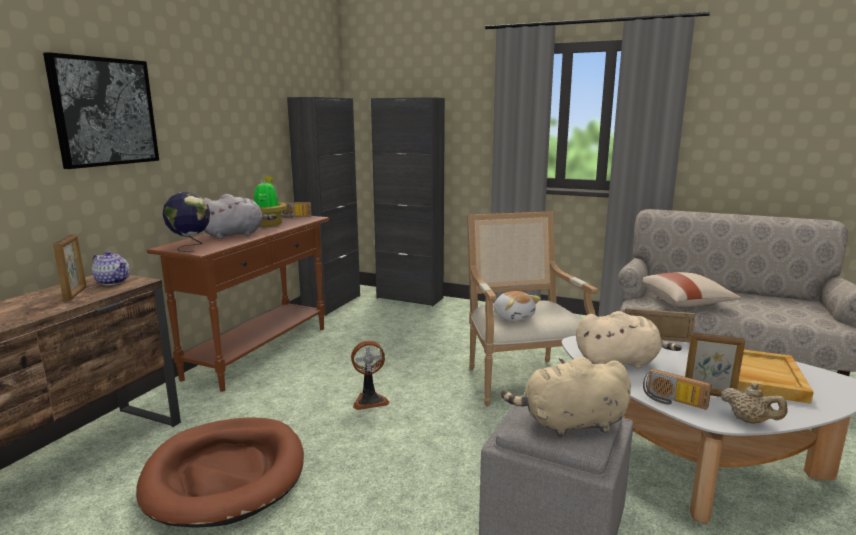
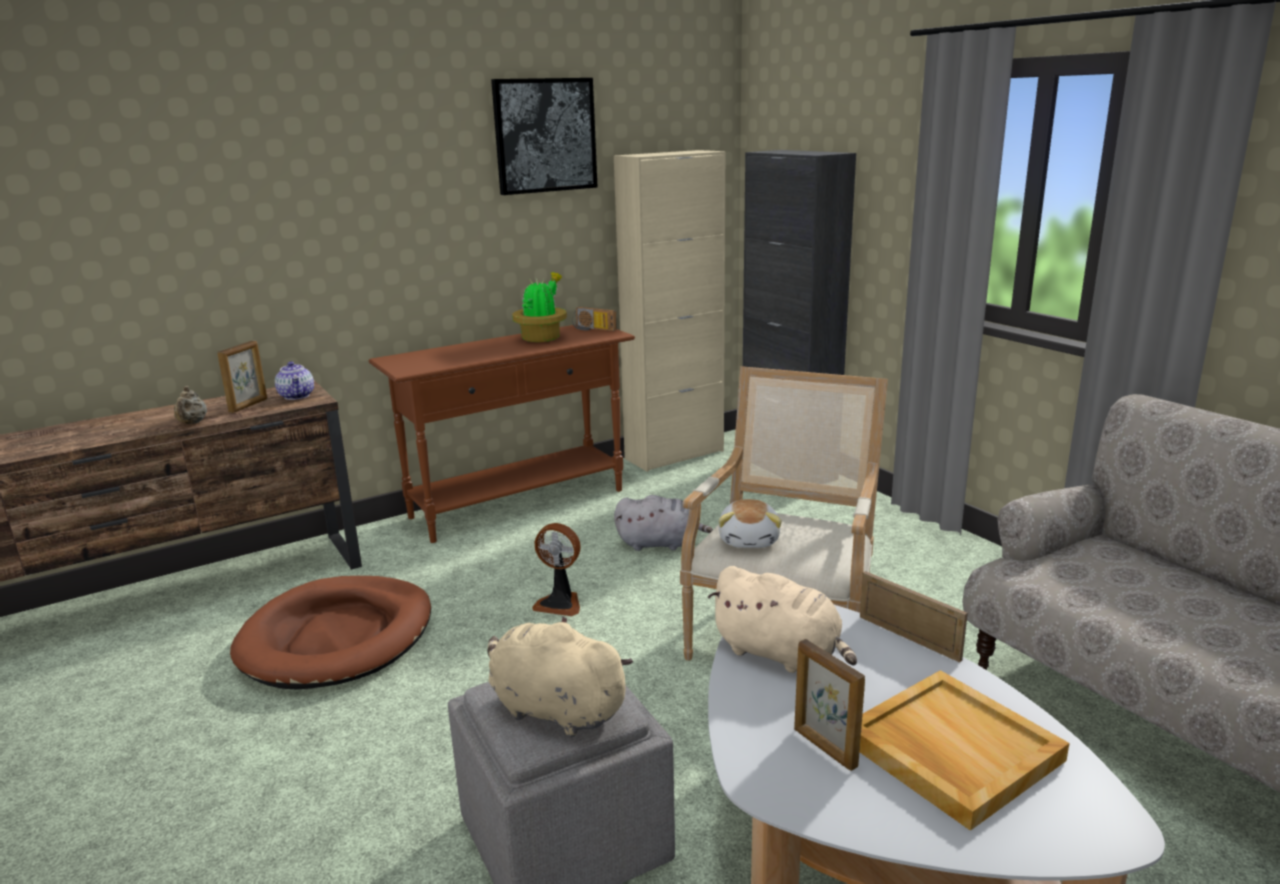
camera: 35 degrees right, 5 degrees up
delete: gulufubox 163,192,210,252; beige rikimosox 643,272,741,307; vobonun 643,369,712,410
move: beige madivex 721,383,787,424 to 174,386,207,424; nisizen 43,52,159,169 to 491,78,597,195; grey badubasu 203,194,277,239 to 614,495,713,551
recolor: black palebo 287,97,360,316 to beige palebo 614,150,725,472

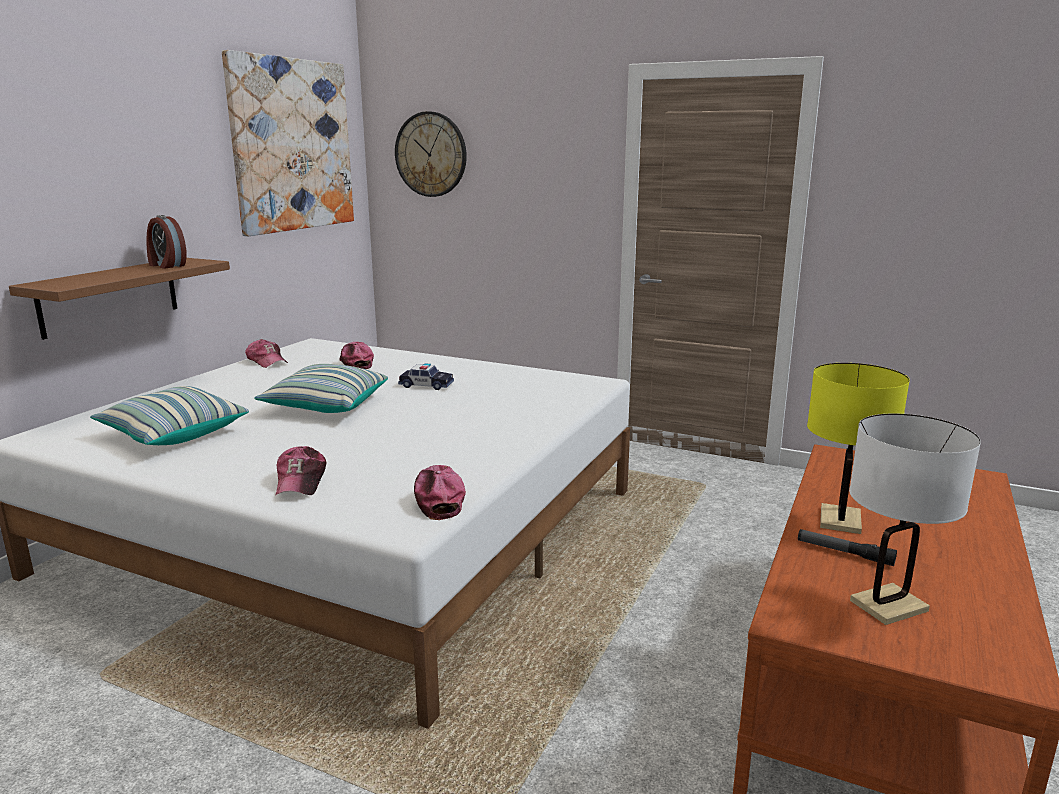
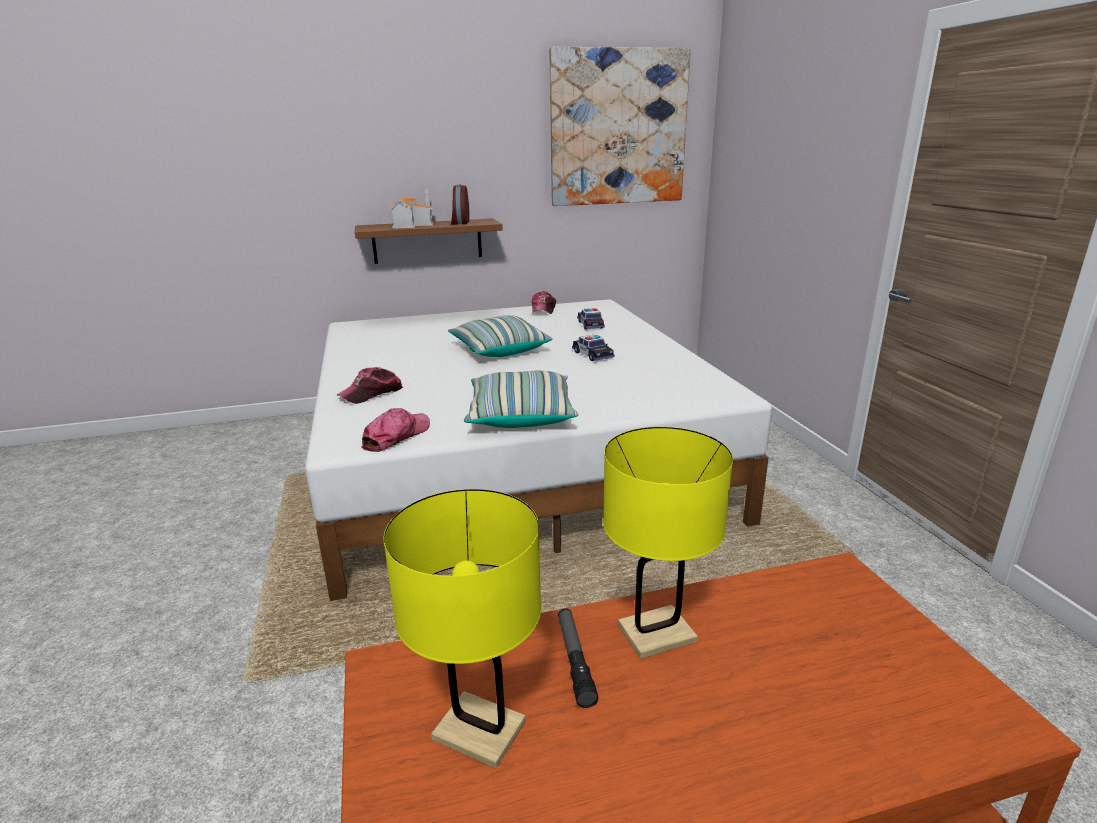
camera: 50 degrees right, 5 degrees up
delete: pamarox 395,111,467,197
insert: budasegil 388,189,434,229
move: rikimosox 90,386,249,445 to 464,371,578,428
replace: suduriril 339,342,374,369 to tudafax 577,308,605,329
recolor: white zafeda 849,413,981,625 to yellow zafeda 384,489,542,768

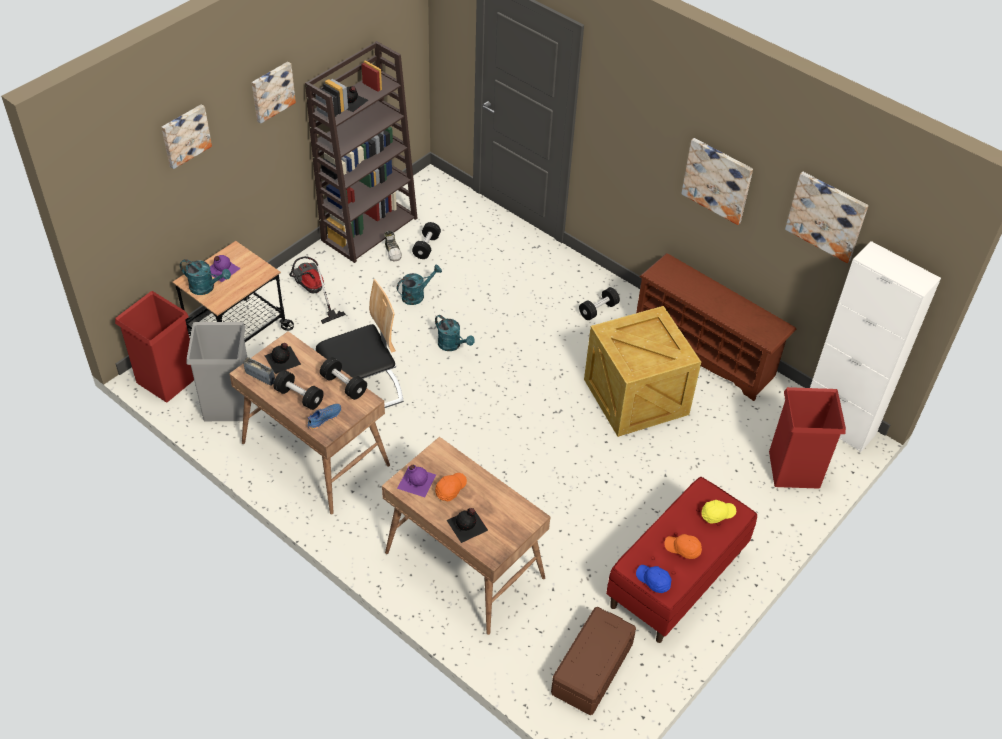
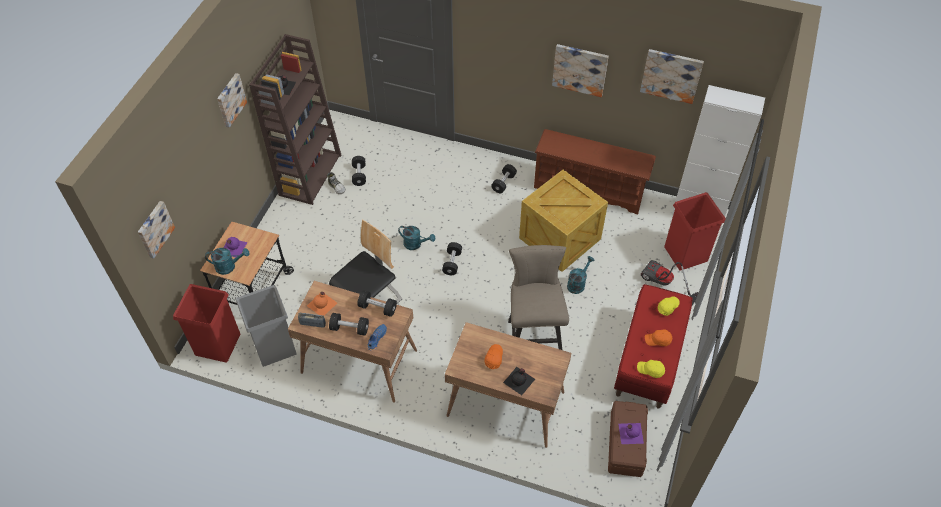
camera: 20 degrees left, 5 degrees up
insert: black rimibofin 442,242,462,275; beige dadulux 508,245,569,350
move: nisizen 162,104,212,169 to 138,201,175,259; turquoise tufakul 397,265,442,305 to 567,256,595,294; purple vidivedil 397,465,436,497 to 618,423,644,444; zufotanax 289,256,346,324 to 641,260,699,305
recolor: black vidivedil 264,343,301,374 to orange vidivedil 307,292,337,316; blue suduriril 636,565,671,593 to yellow suduriril 637,360,665,378

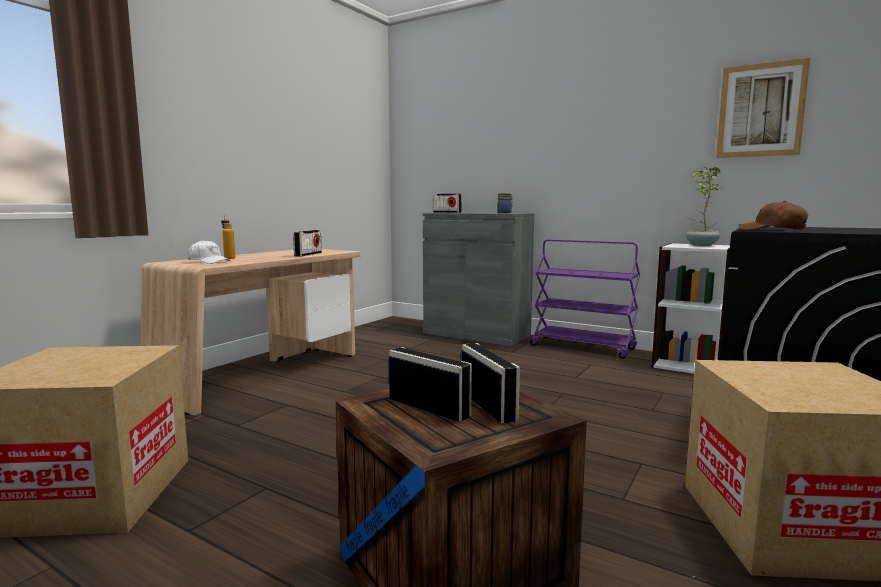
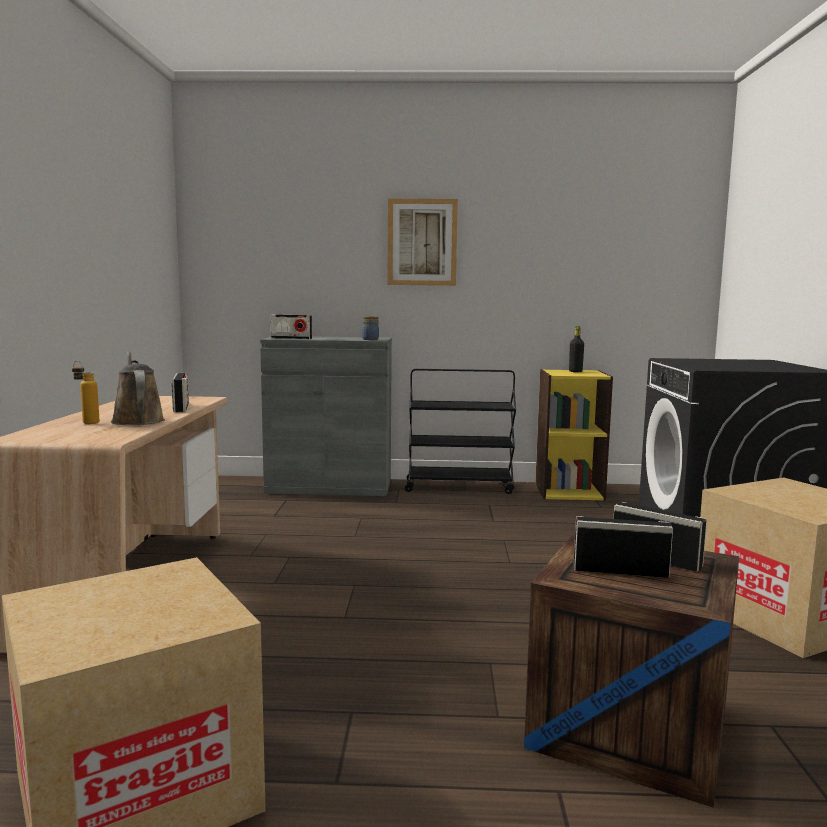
camera: 30 degrees left, 0 degrees up
delete: white suduriril 188,240,231,264; brown suduriril 738,201,808,230
insert: brown tufakul 111,352,165,425
move: nisizen 716,58,810,158 to 387,199,458,286
replace: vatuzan 686,167,721,246 to black vidivedil 569,326,584,372
recolor: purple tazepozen 530,239,640,359 to black tazepozen 405,369,516,494; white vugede 652,243,730,374 to yellow vugede 535,369,613,501

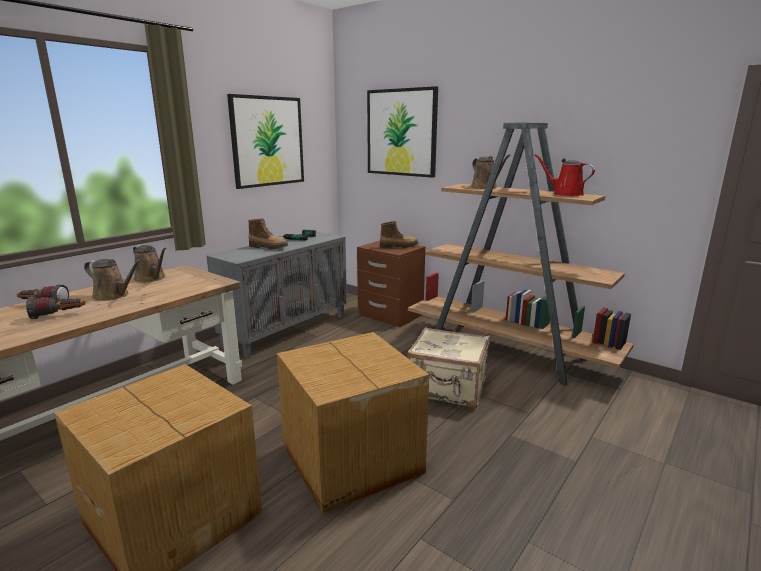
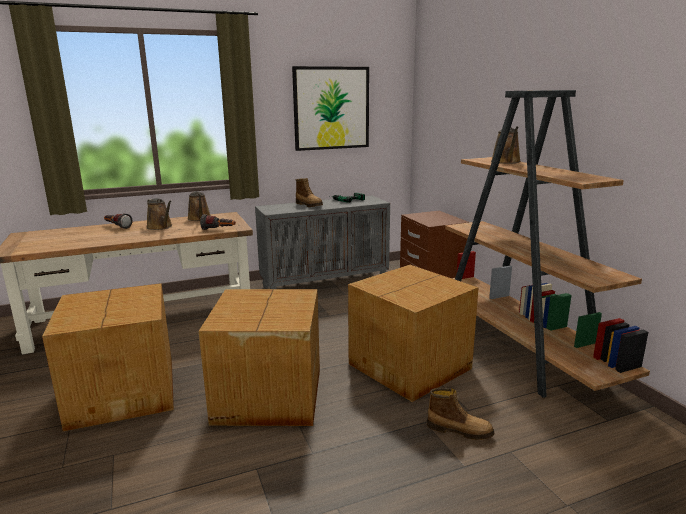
camera: 30 degrees right, 0 degrees up
delete: nisizen 367,86,438,178; red tufakul 534,154,595,196
move: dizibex 26,297,86,319 to 200,214,236,230; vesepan 380,221,419,248 to 427,387,494,440
replace: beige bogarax 408,327,490,408 to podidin 348,265,479,402

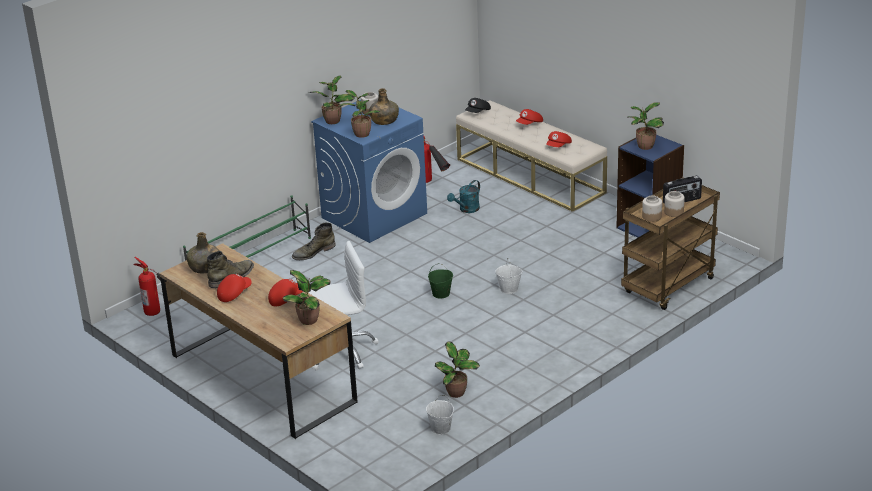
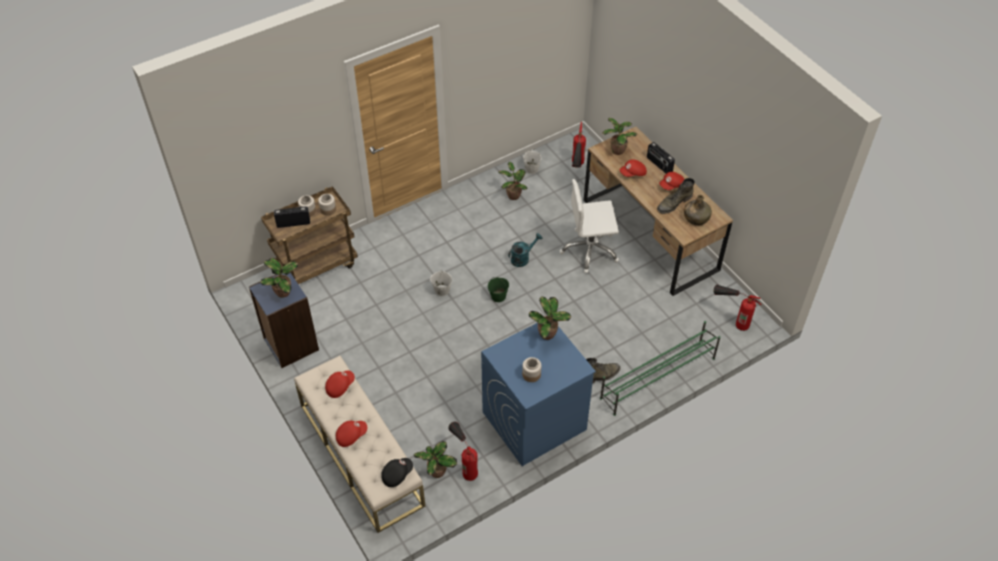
camera: 170 degrees left, 20 degrees up
delete: green vidivedil 369,88,399,125
insert: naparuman 572,122,586,168; vobonun 647,142,675,174
move: vatuzan 309,76,354,124 to 414,441,457,478; turquoise tufakul 447,180,480,213 to 508,233,542,267

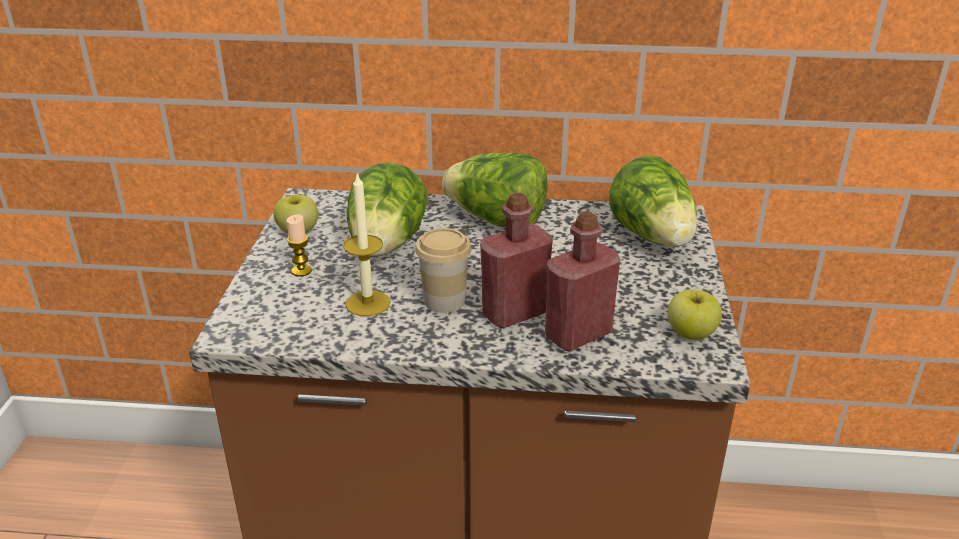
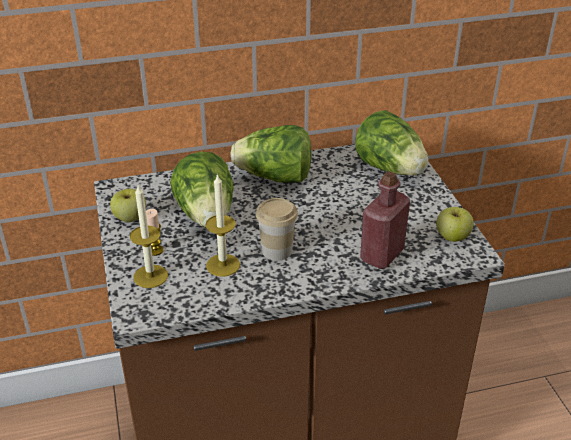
camera: 20 degrees left, 5 degrees up
delete: red vidivedil 480,193,553,328
insert: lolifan 130,185,168,288

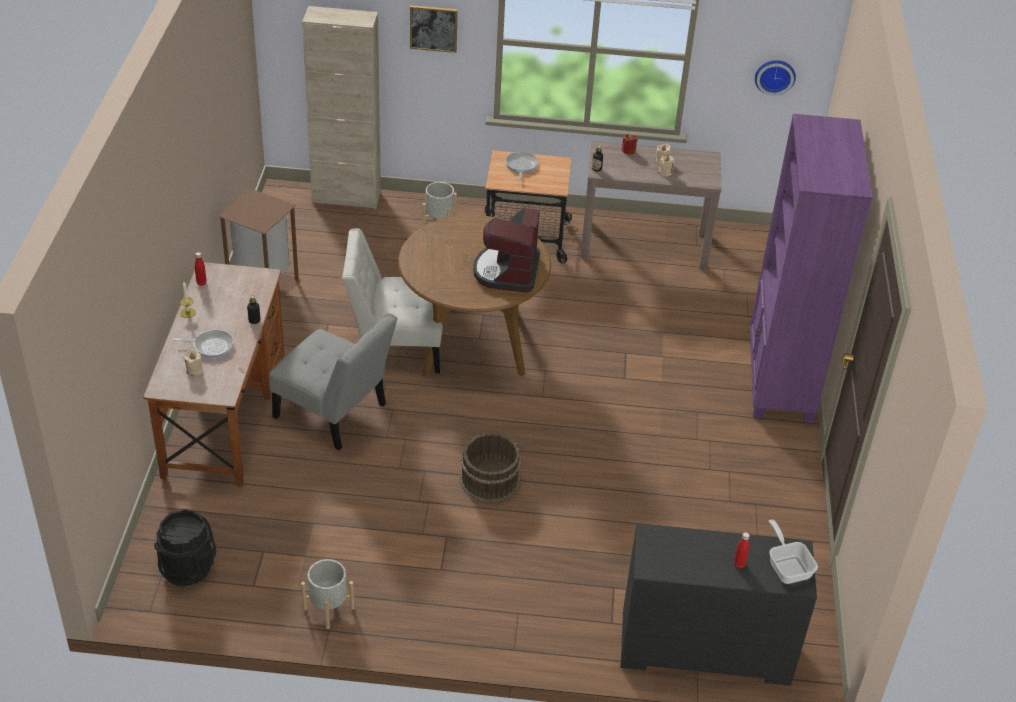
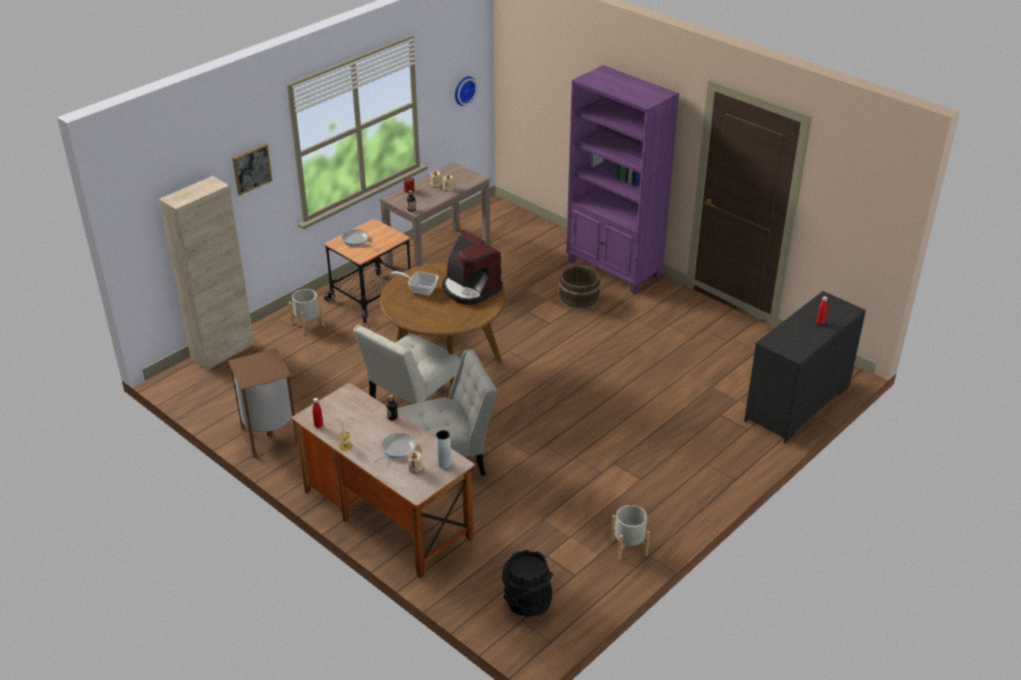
camera: 50 degrees left, 5 degrees down
insert: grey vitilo 436,430,451,468
move: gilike 769,520,818,584 to 391,271,439,295; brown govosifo 460,433,521,503 to 558,266,601,310

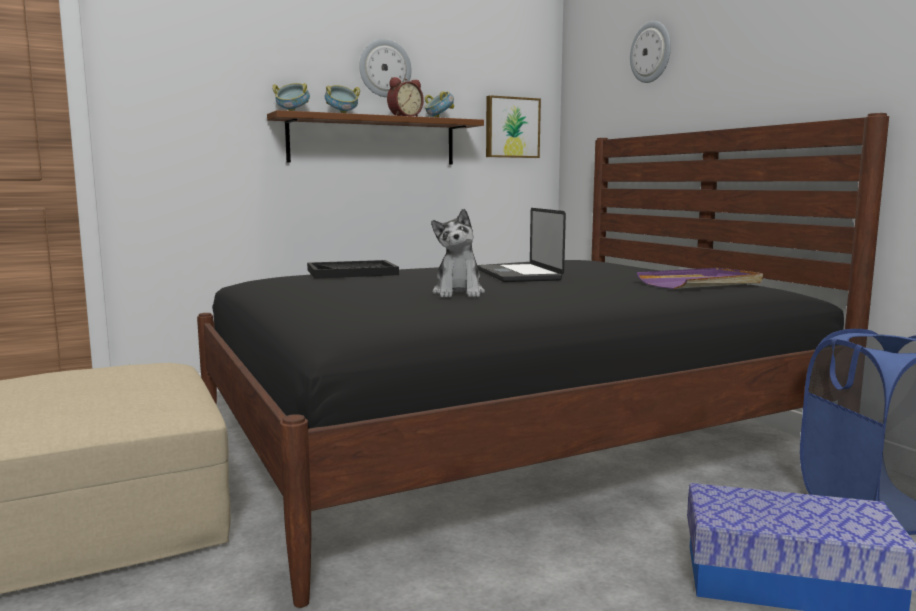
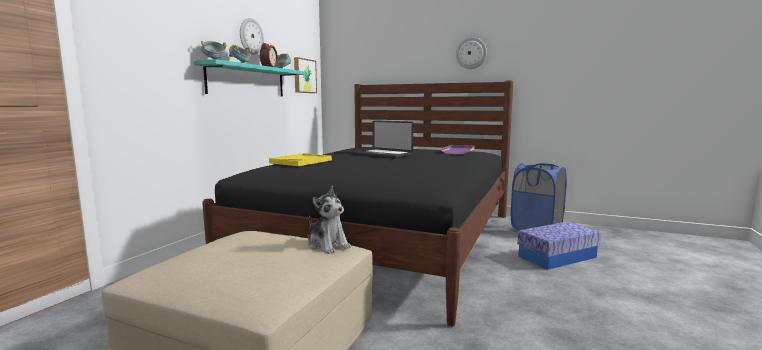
camera: 40 degrees left, 0 degrees up
move: badubasu 431,209,485,297 to 307,186,351,254; pamarox 630,21,671,83 to 456,37,487,69
recolor: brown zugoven 267,110,484,165 to turquoise zugoven 193,59,305,97; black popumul 307,260,399,279 to yellow popumul 269,153,332,166

